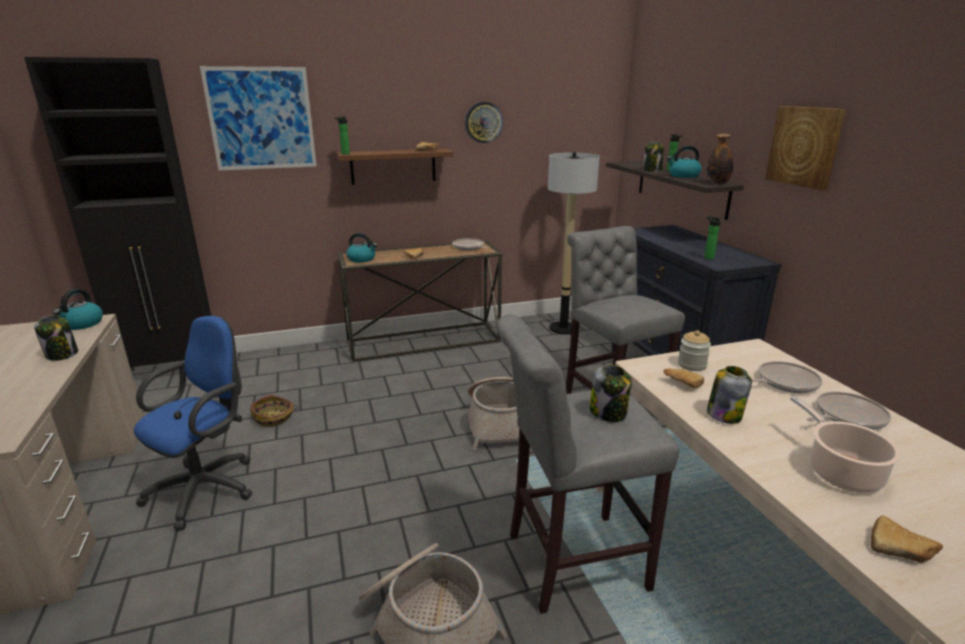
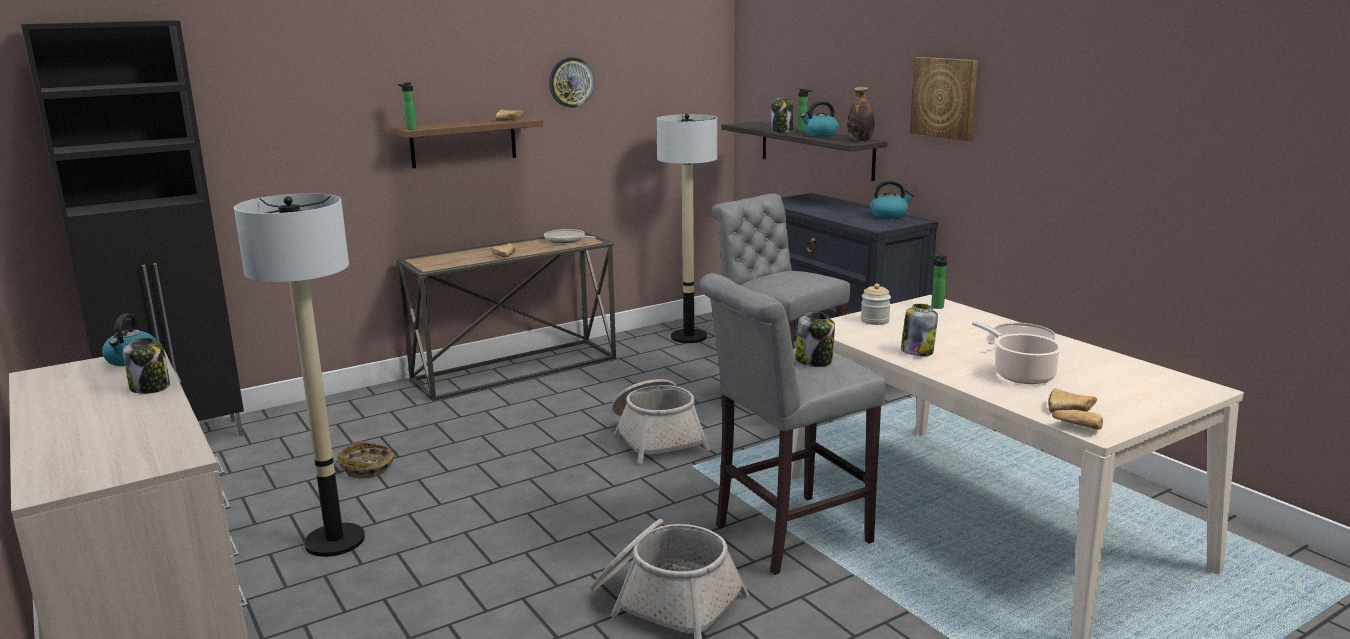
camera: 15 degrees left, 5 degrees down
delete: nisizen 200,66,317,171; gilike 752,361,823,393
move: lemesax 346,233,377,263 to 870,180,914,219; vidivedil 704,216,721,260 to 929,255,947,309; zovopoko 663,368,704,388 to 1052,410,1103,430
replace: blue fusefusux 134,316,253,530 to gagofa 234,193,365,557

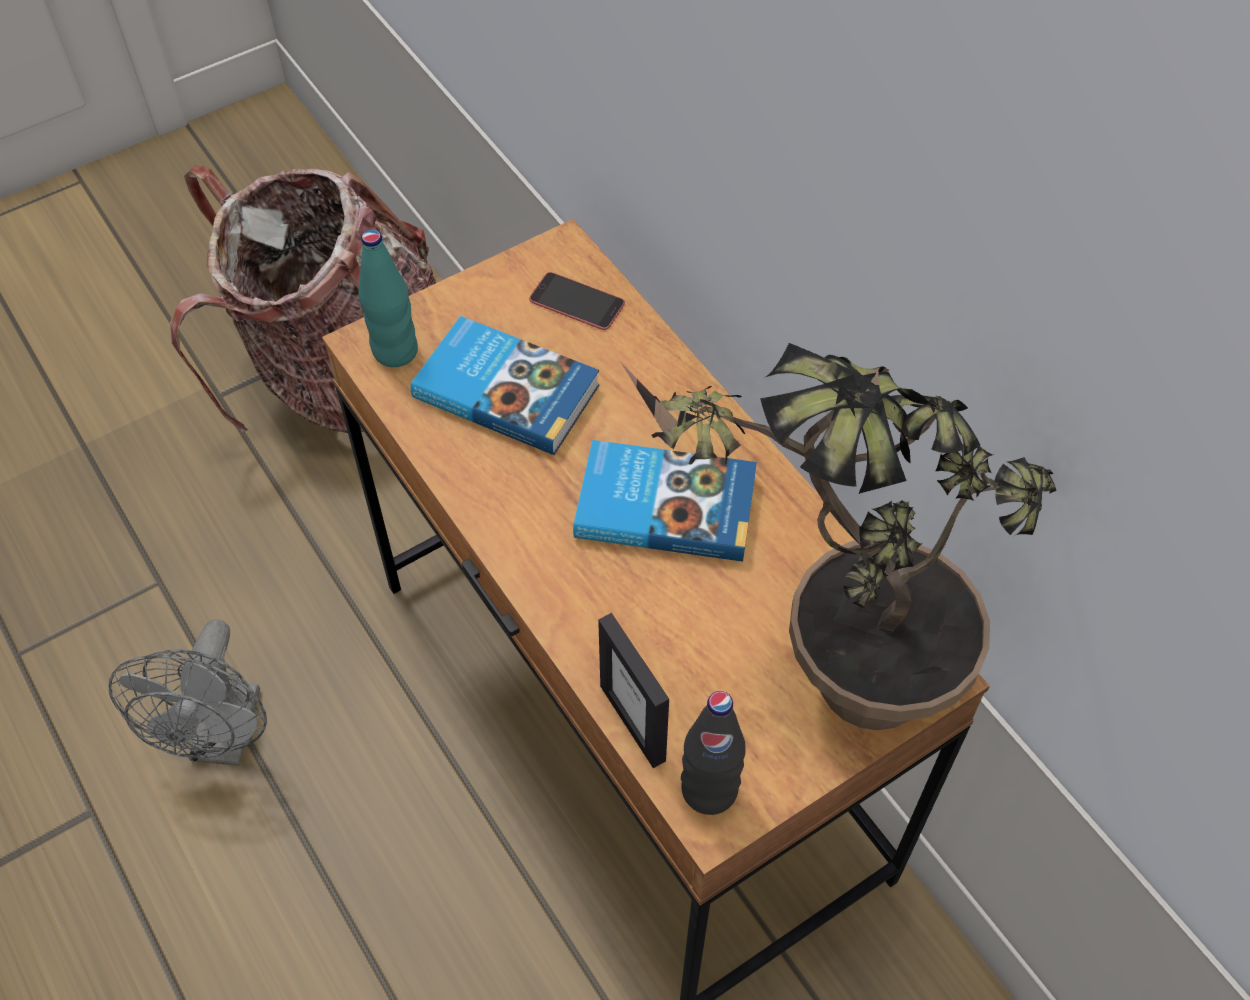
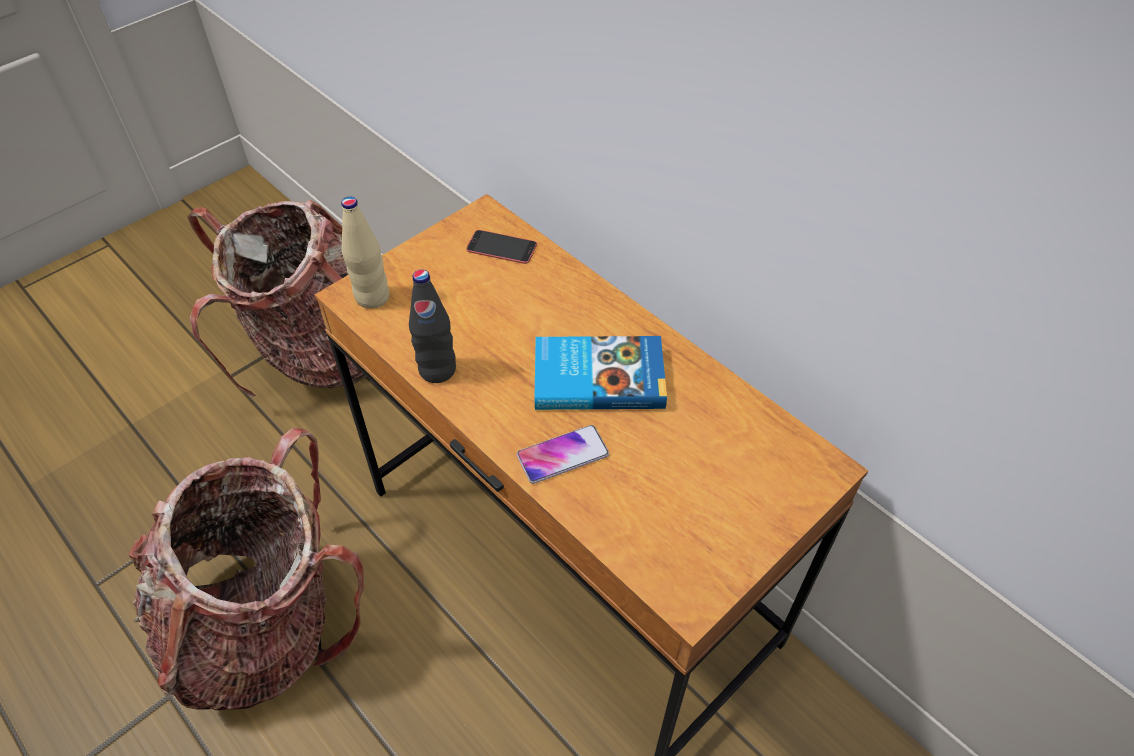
camera: 10 degrees left, 5 degrees down
delete: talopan 410,316,600,455; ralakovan 598,613,669,768; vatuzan 620,343,1056,730
insert: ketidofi 517,425,609,484
move: black vidivedil 681,691,746,815 to 409,269,456,383
replace: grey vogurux 109,620,267,766 to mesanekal 129,428,364,710
recolor: turquoise vidivedil 358,229,418,367 to beige vidivedil 341,196,390,309

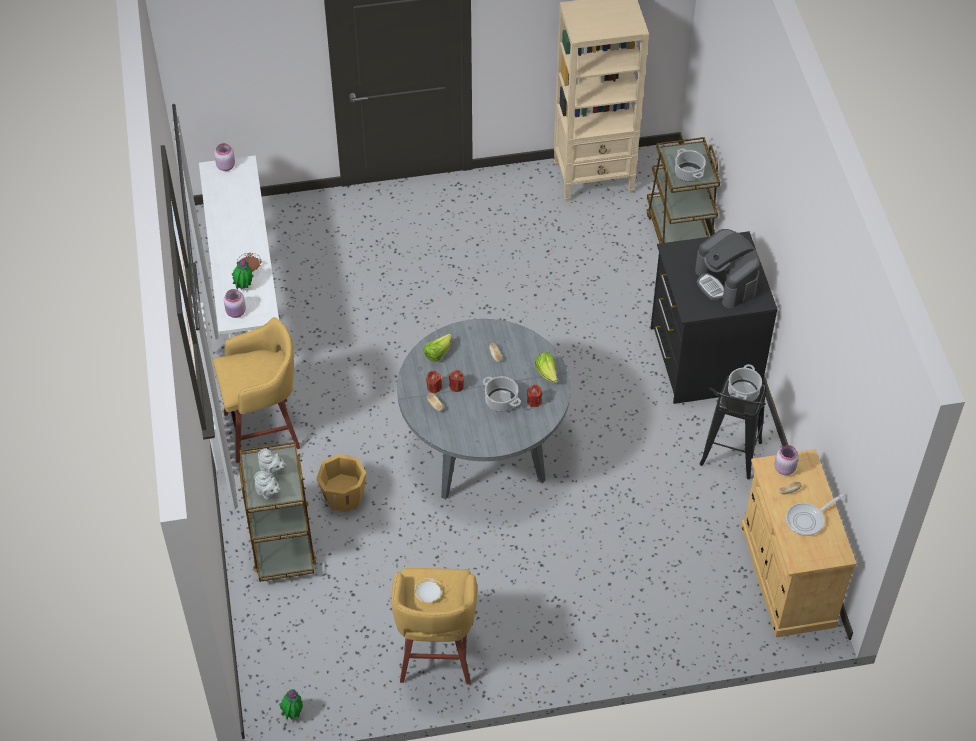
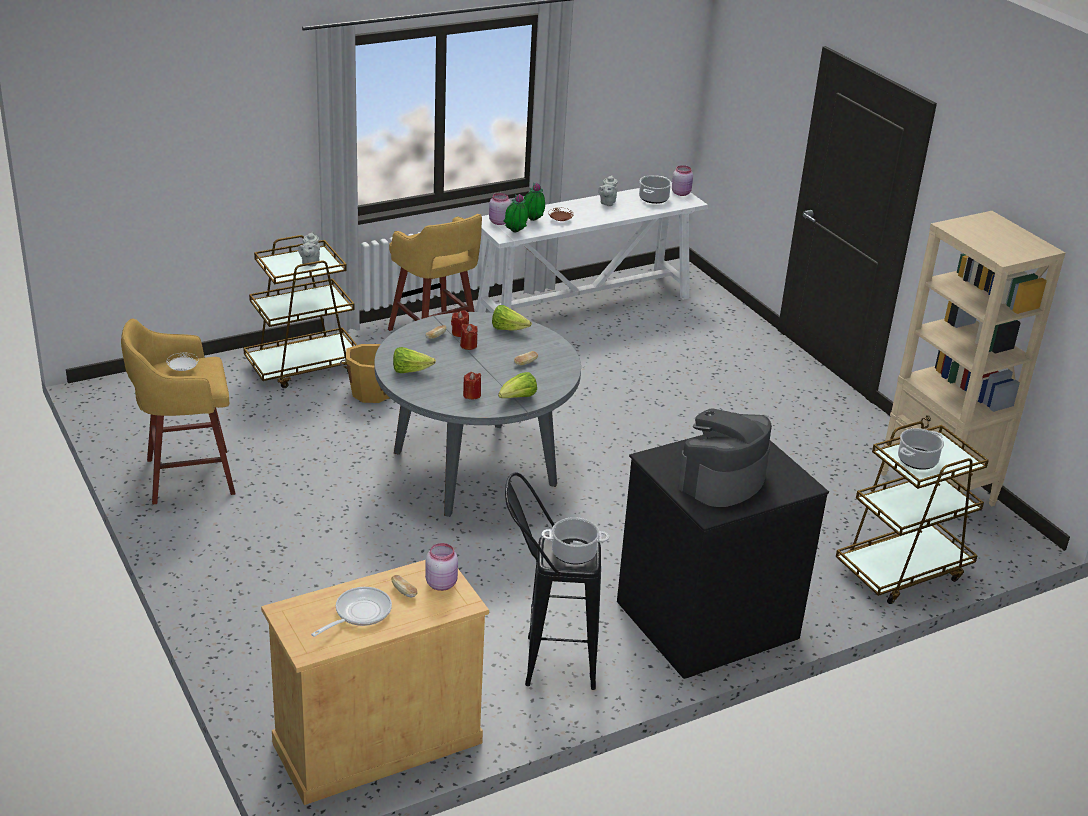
camera: 70 degrees right, 20 degrees down
insert: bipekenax 393,347,436,373
move: vatuzan 279,689,303,720 to 503,194,528,233; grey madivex 254,471,281,500 to 598,175,618,206; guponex 483,376,521,412 to 639,175,672,204
rotate: gilike 786,494,843,536 = 311,587,392,637 90 degrees clockwise

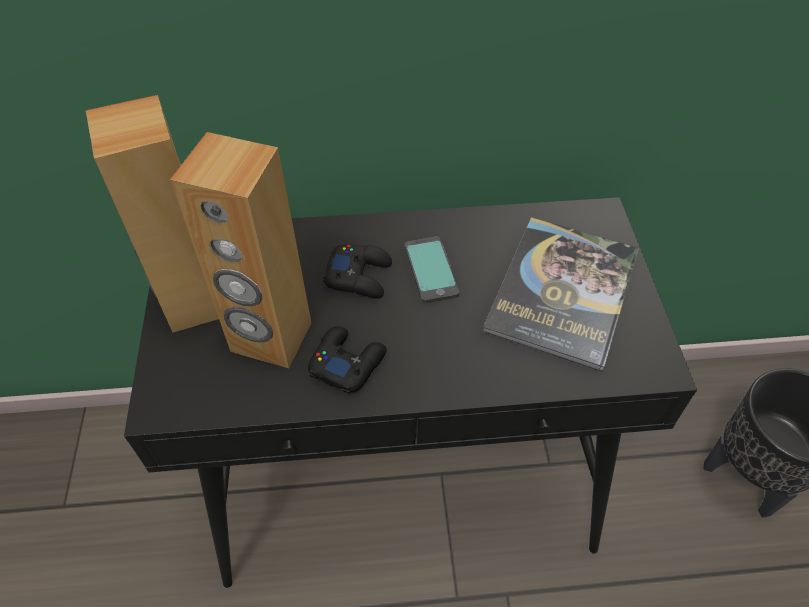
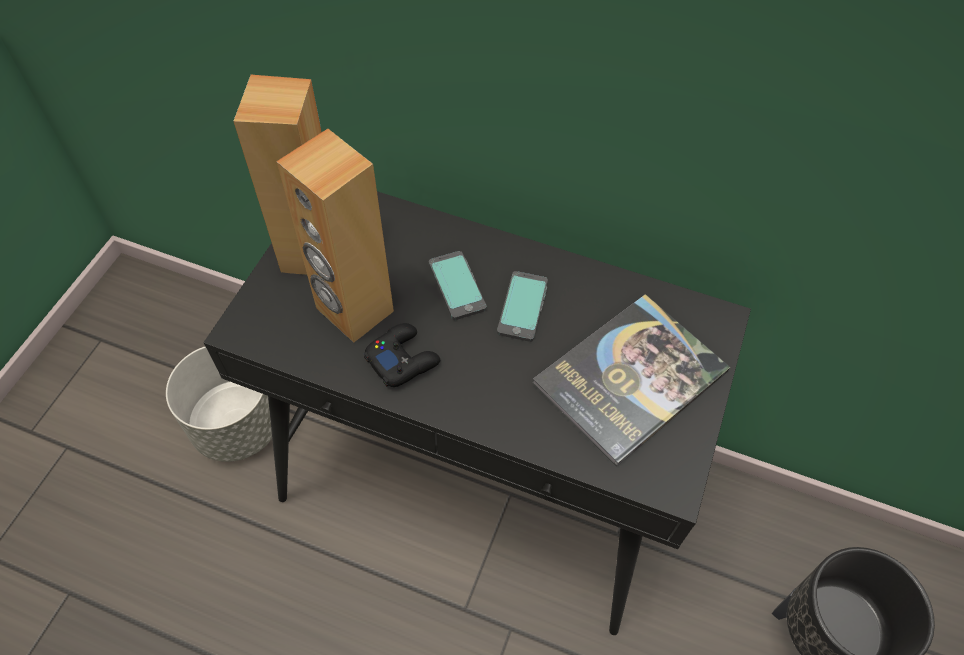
camera: 25 degrees right, 5 degrees up
insert: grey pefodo 166,347,272,462
replace: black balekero 323,244,392,298 to ketidofi 429,251,487,320

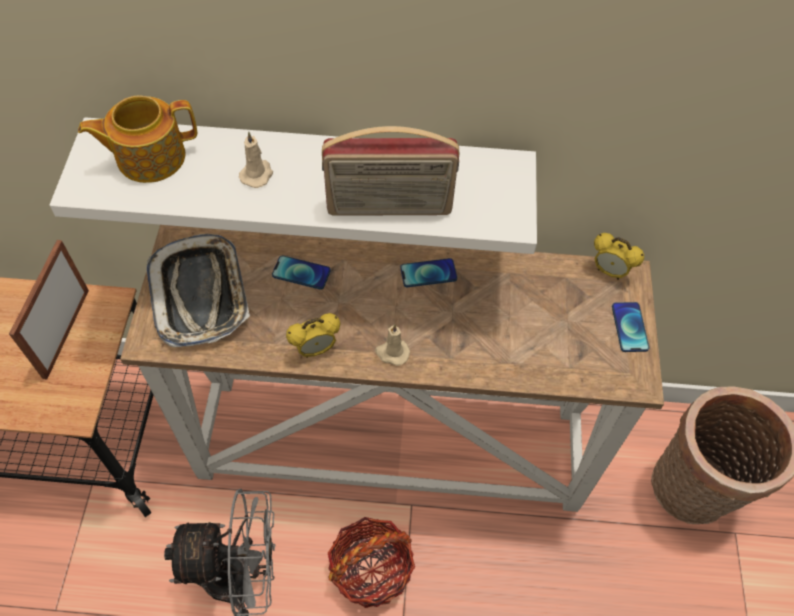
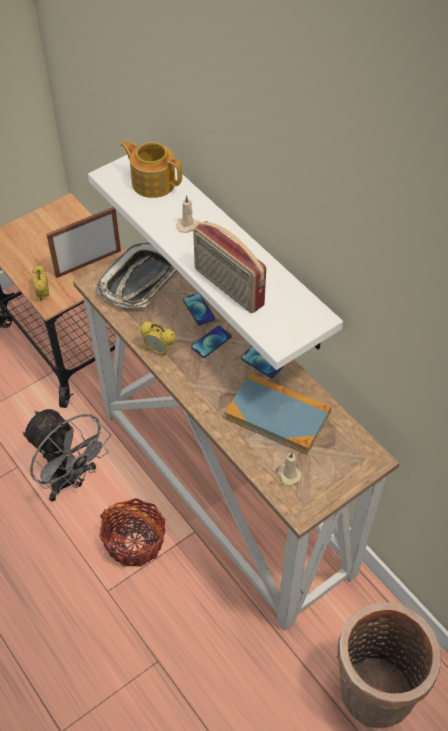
camera: 50 degrees right, 5 degrees down
insert: talopan 225,373,331,455
move: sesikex 594,233,644,280 to 32,265,49,301; ketidofi 612,302,649,352 to 191,326,231,358; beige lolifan 375,324,410,366 to 278,452,302,485

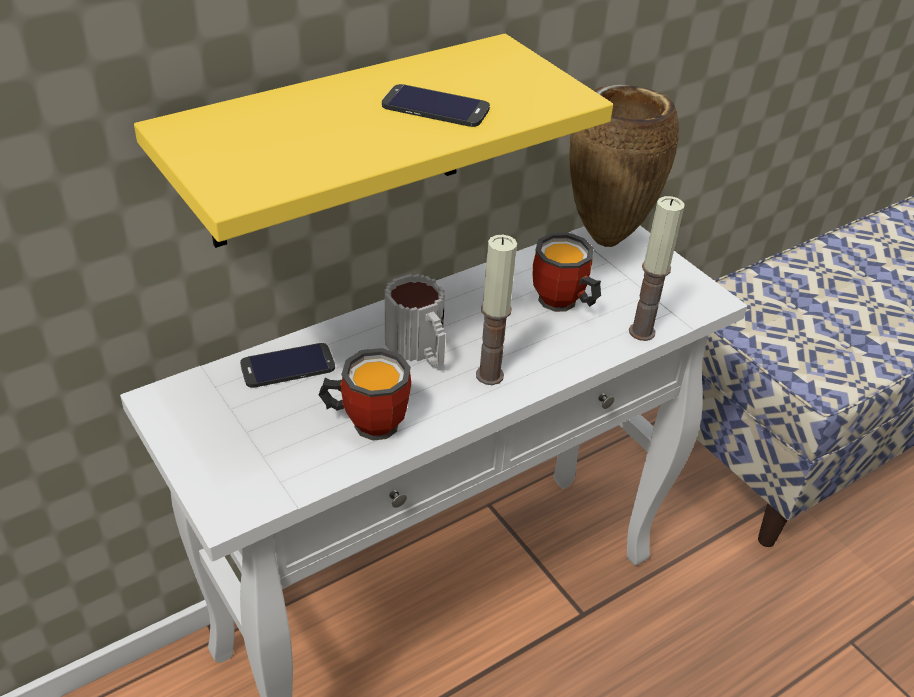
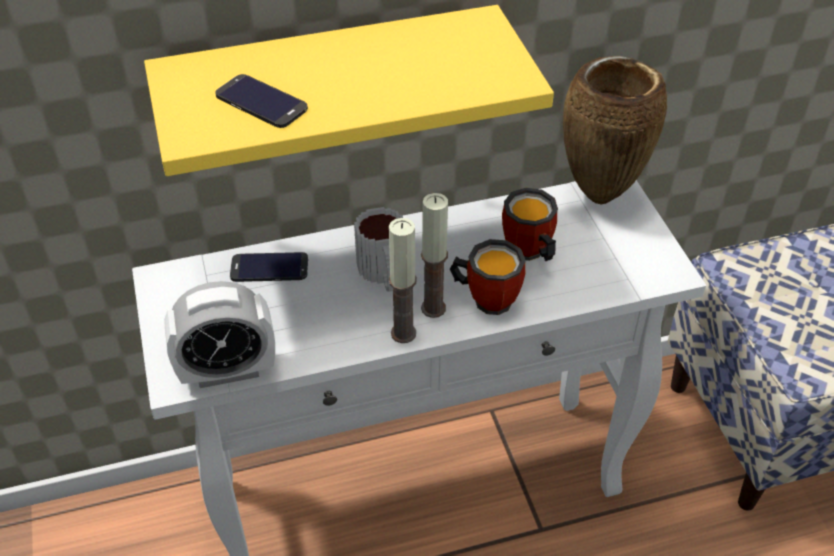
camera: 20 degrees right, 5 degrees up
insert: sesikex 164,281,275,388
move: ketidofi 382,84,490,127 to 215,74,308,128; lolifan 629,196,685,341 to 389,218,417,343; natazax 319,348,411,441 to 450,239,526,315

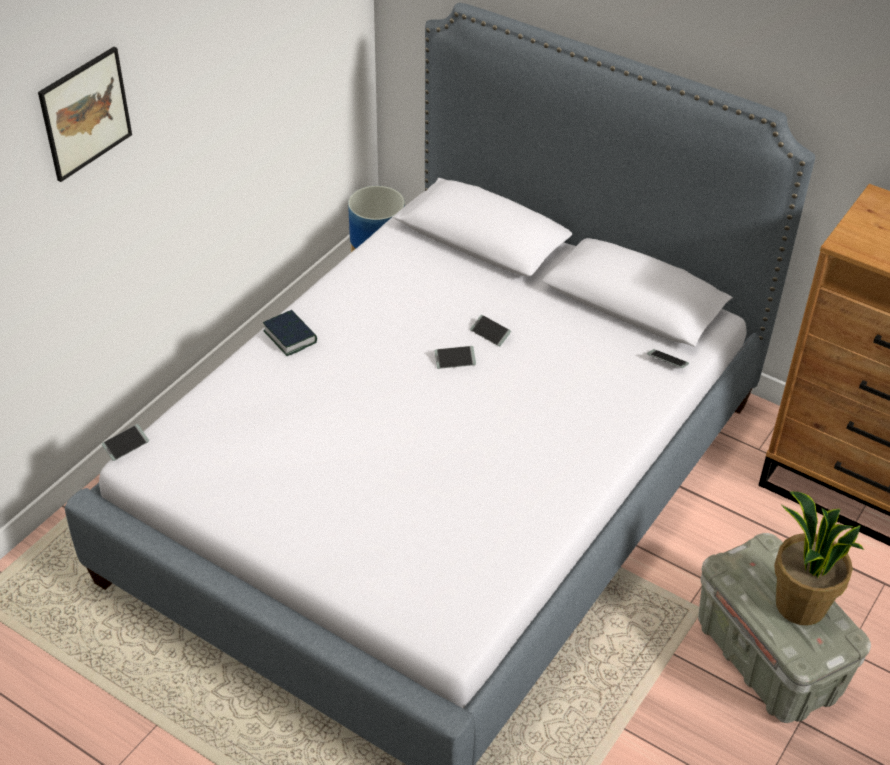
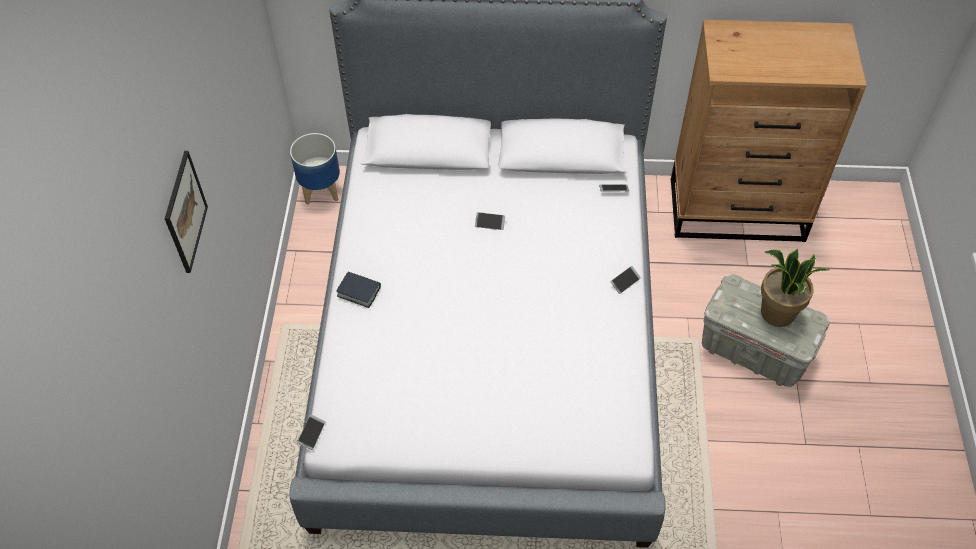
camera: 30 degrees left, 10 degrees up
move: ketidofi 435,346,476,369 to 610,266,641,294

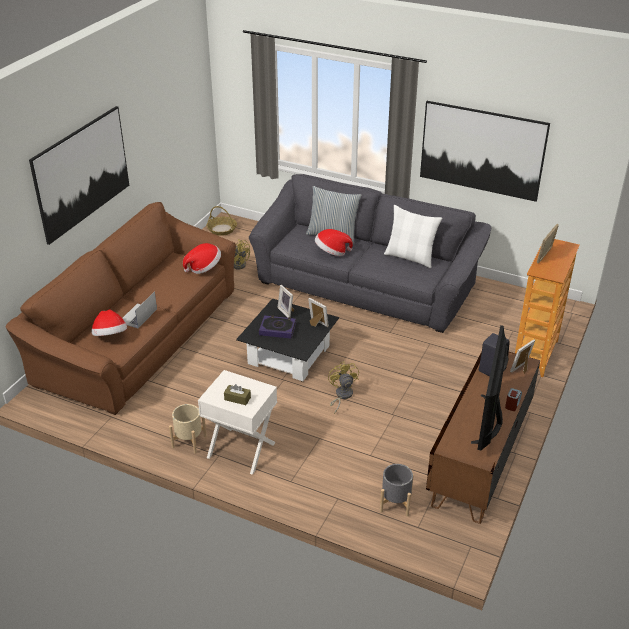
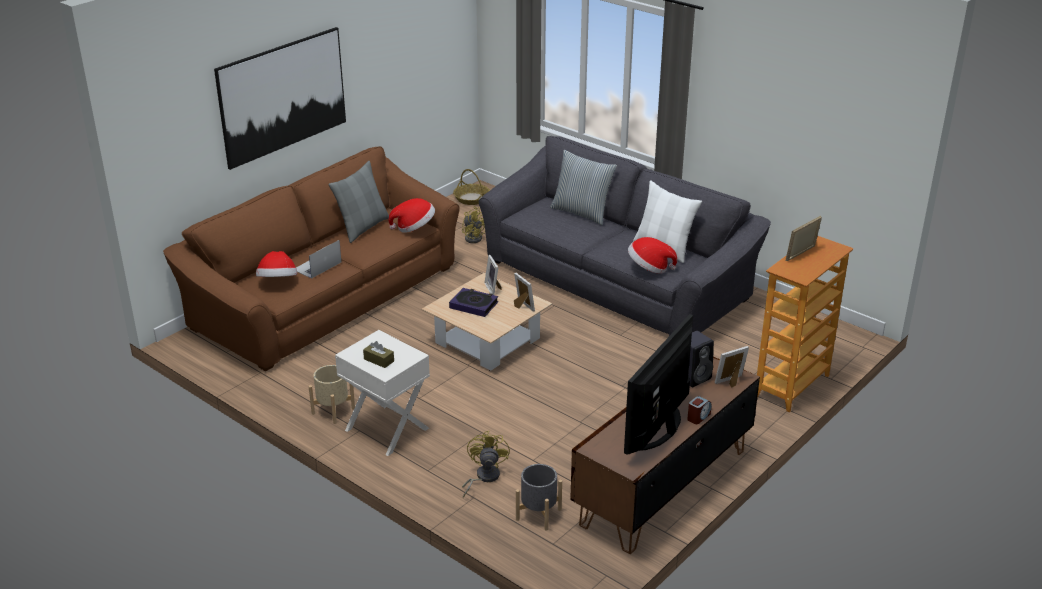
camera: 15 degrees right, 5 degrees down
delete: nisizen 420,101,550,202
insert: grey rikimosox 328,161,389,243
move: yellow vogurux 328,361,359,414 to 462,431,510,498; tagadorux 315,229,353,256 to 628,237,677,273
recolor: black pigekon 236,298,339,381 to beige pigekon 422,273,552,371

